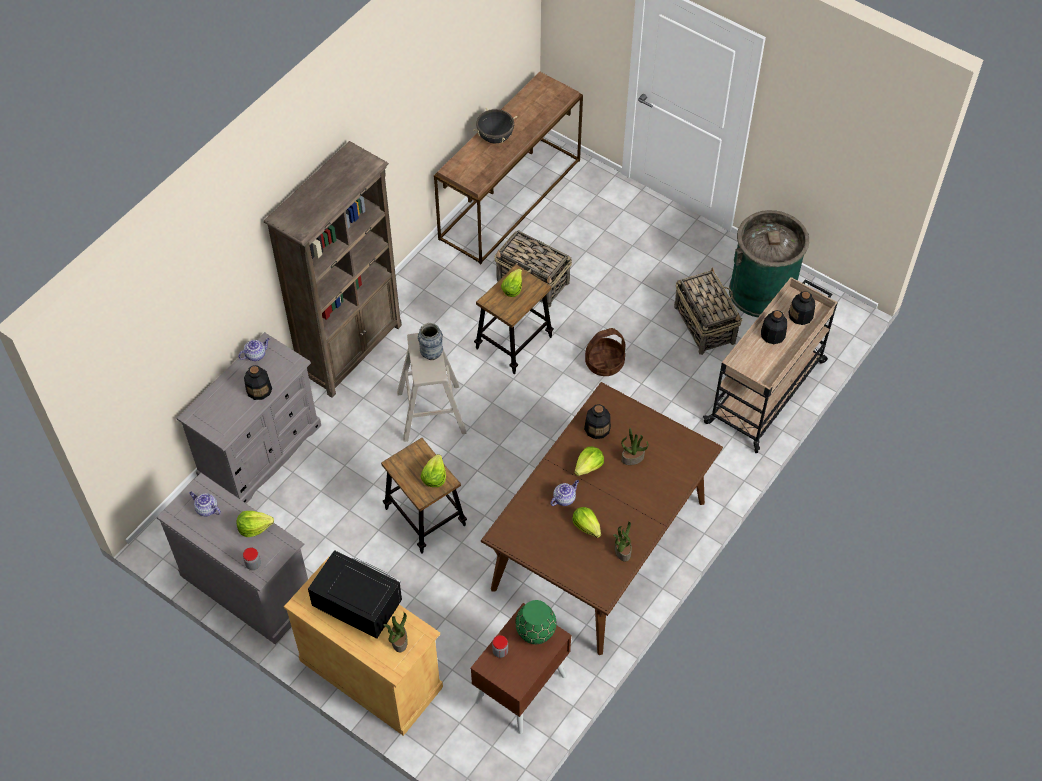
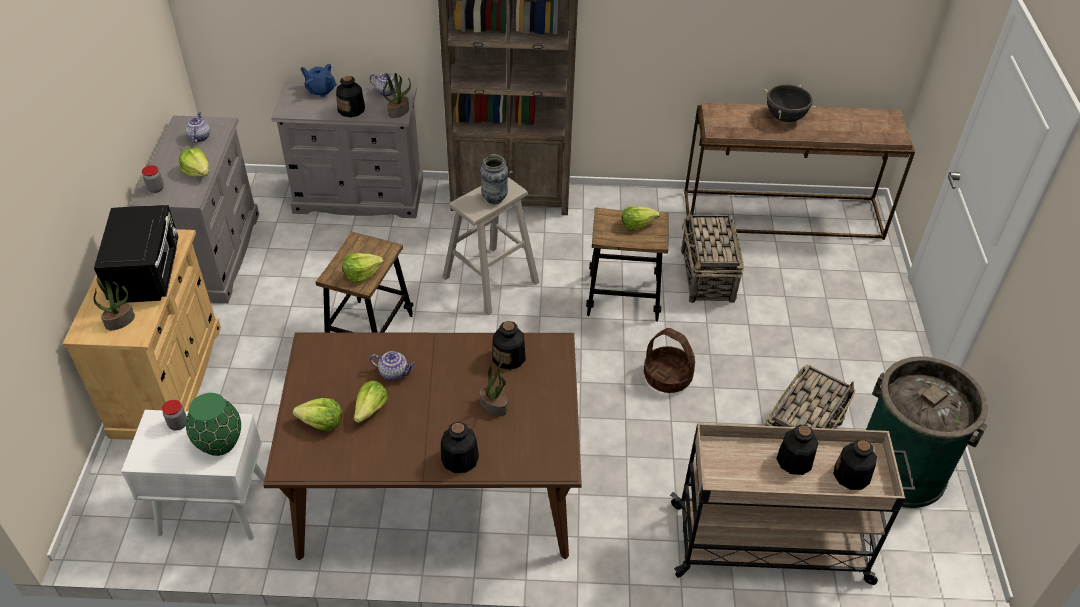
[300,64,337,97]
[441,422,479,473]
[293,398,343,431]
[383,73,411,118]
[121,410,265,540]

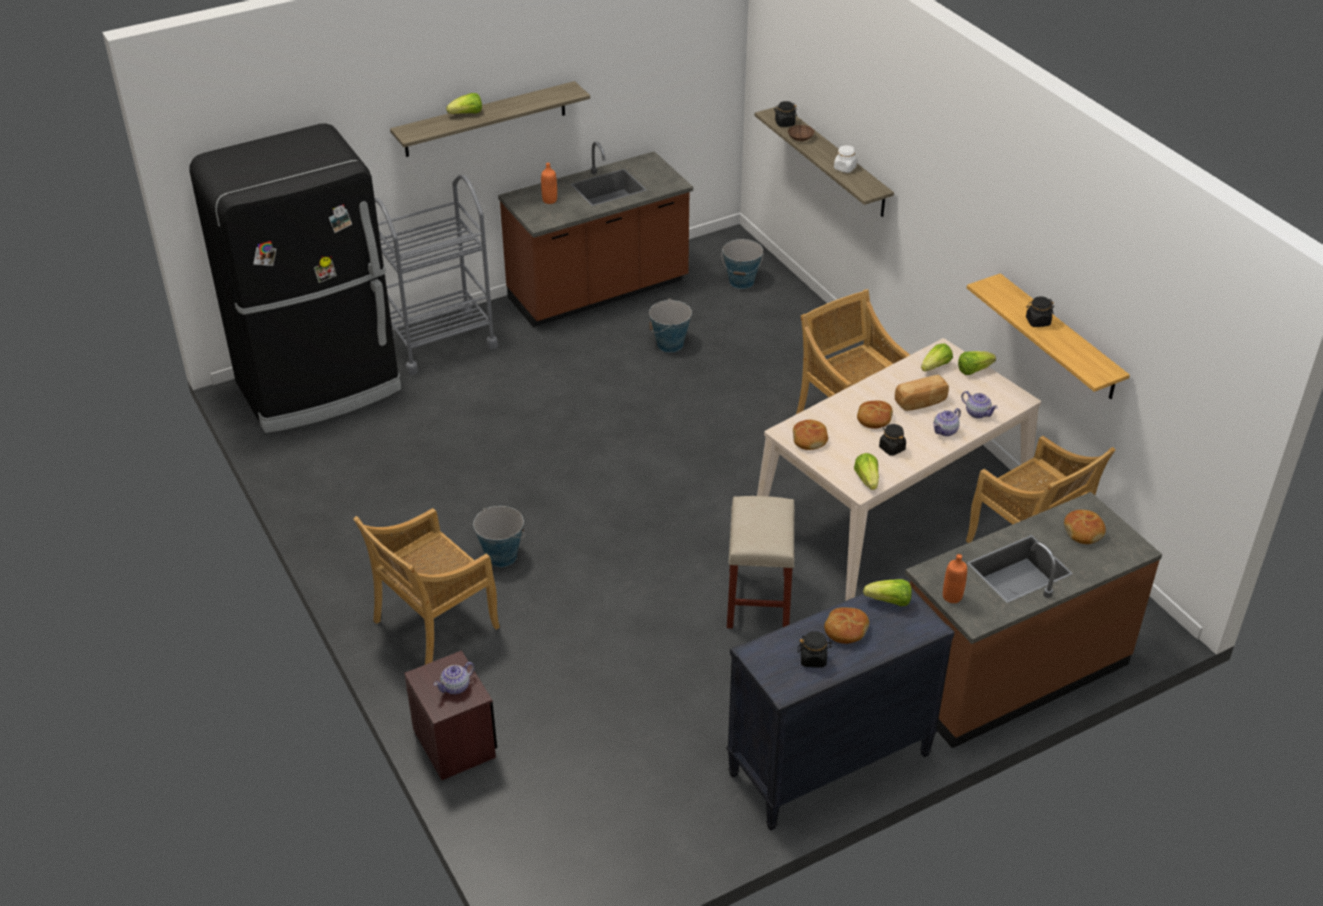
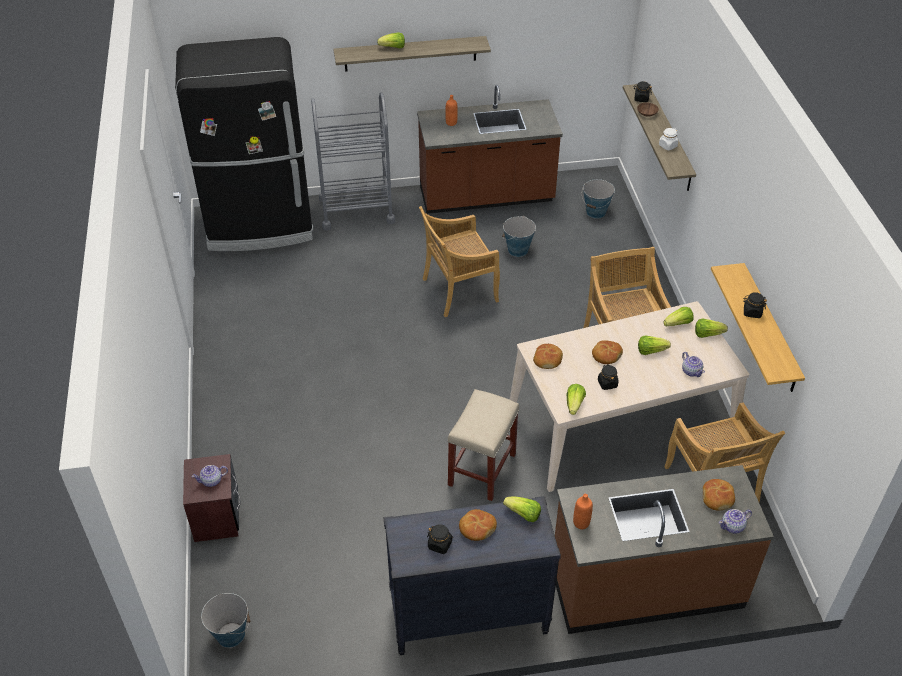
[419,206,500,317]
[201,593,250,648]
[719,509,752,534]
[638,335,671,355]

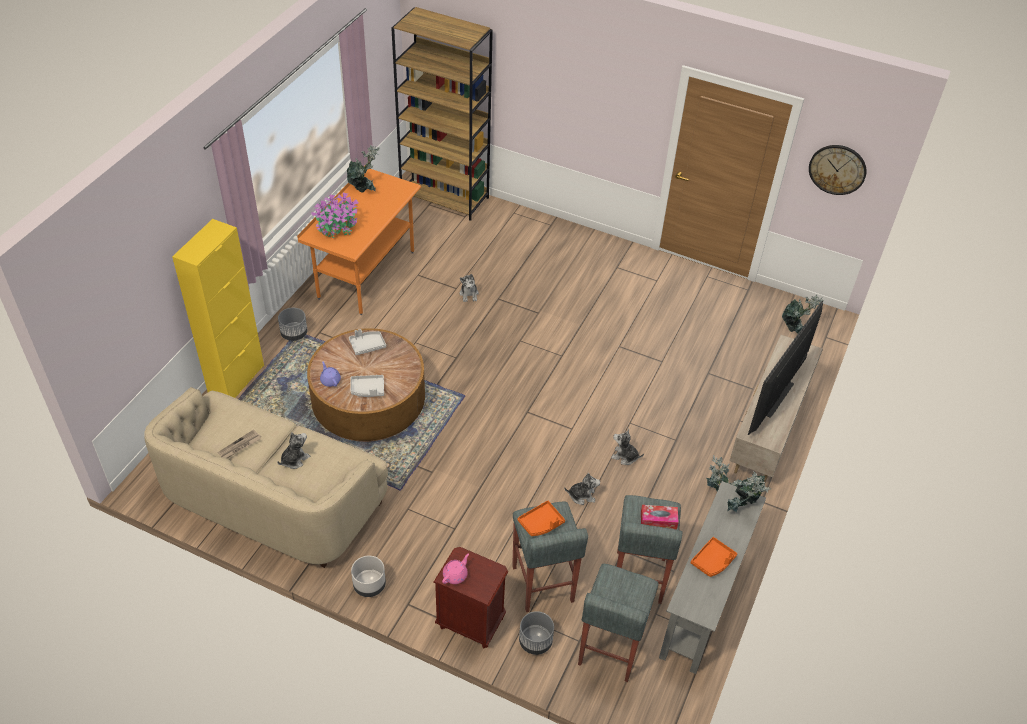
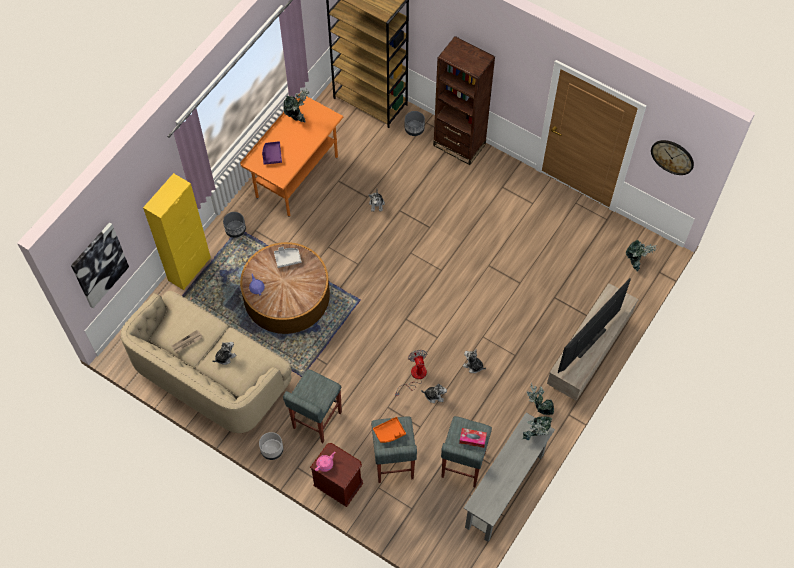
[350,375,384,397] (first image)
[691,537,737,577] (first image)
[71,222,129,308]
[395,350,428,396]
[433,36,495,165]
[405,111,425,136]
[283,369,342,443]
[262,141,282,165]

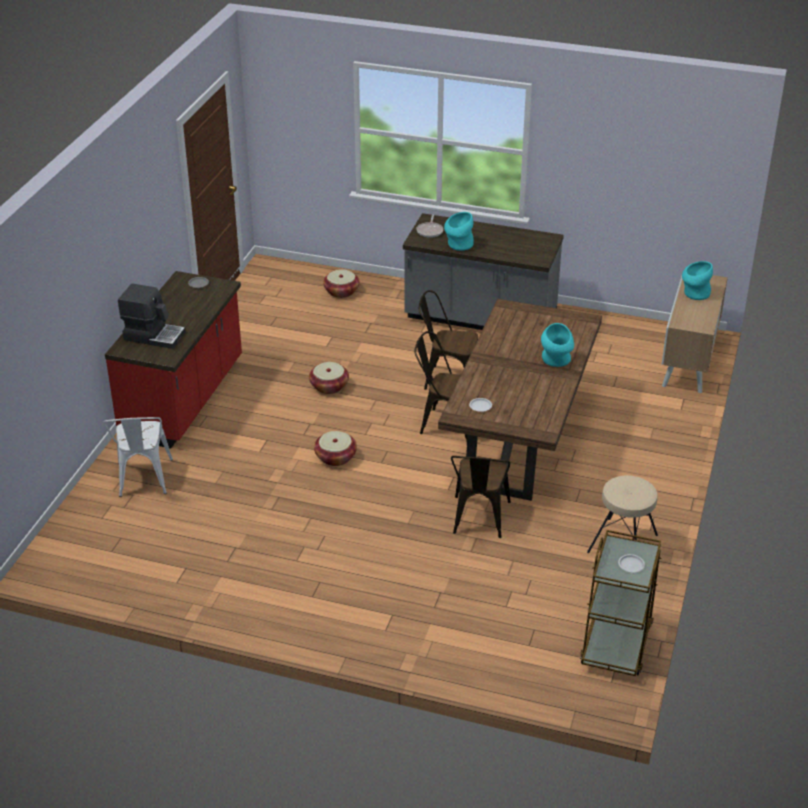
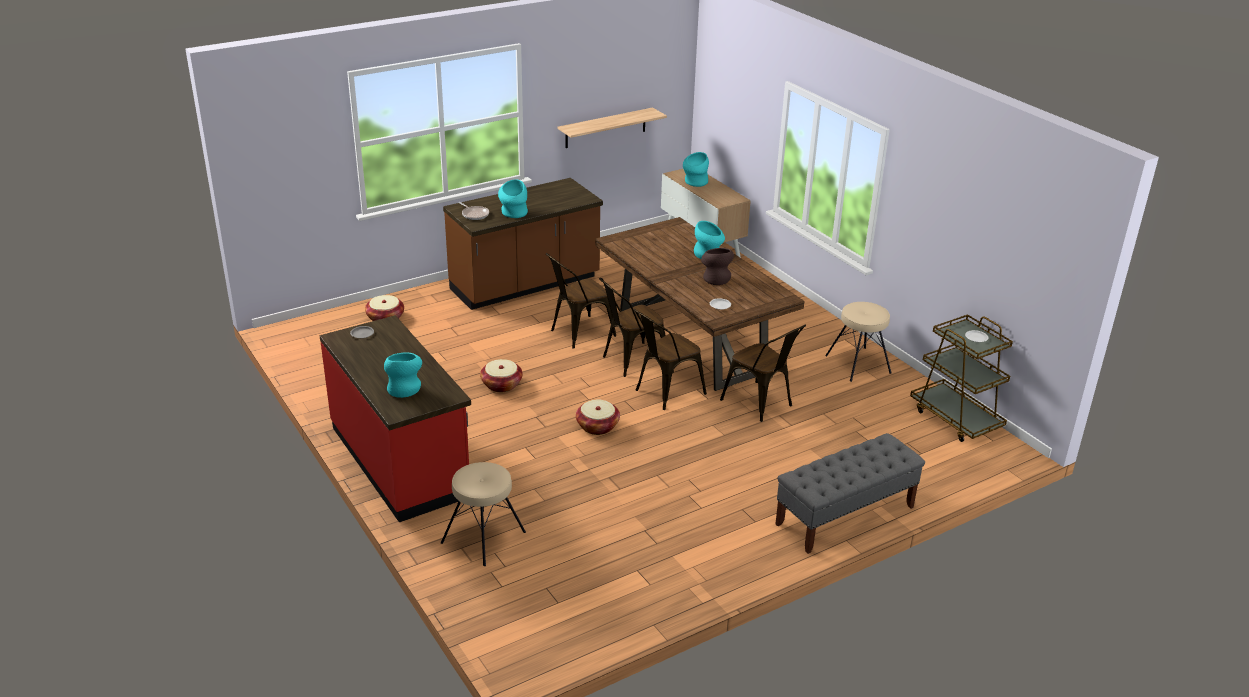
[558,107,667,148]
[634,309,707,410]
[701,248,734,285]
[775,433,925,554]
[441,462,526,566]
[384,353,422,398]
[443,178,603,310]

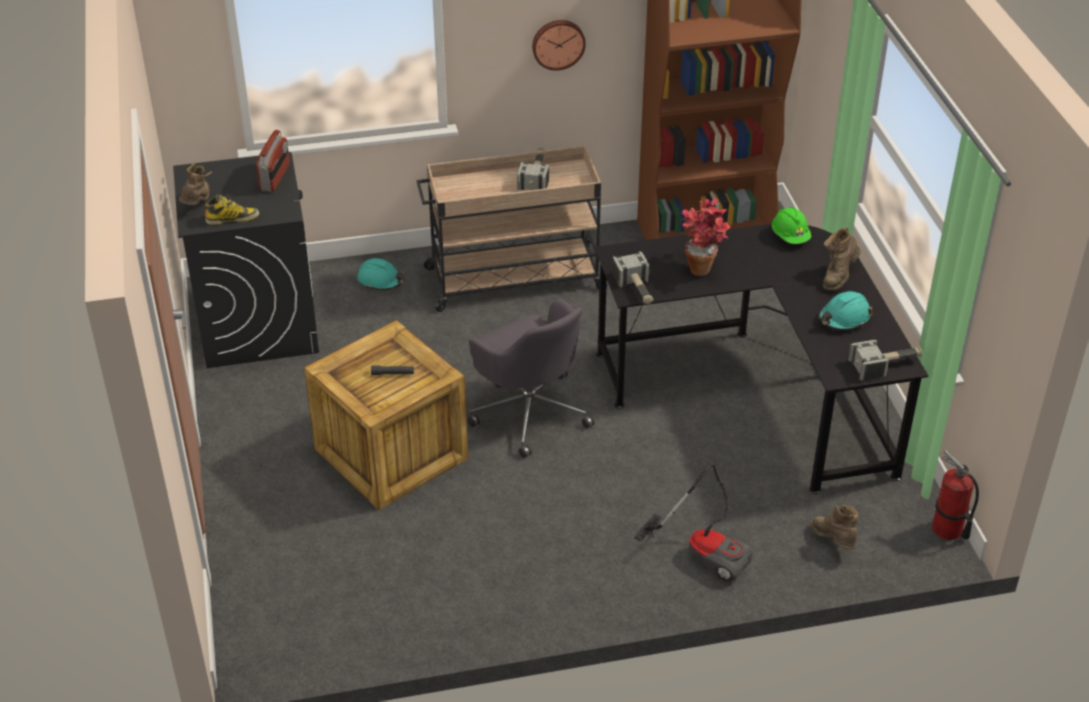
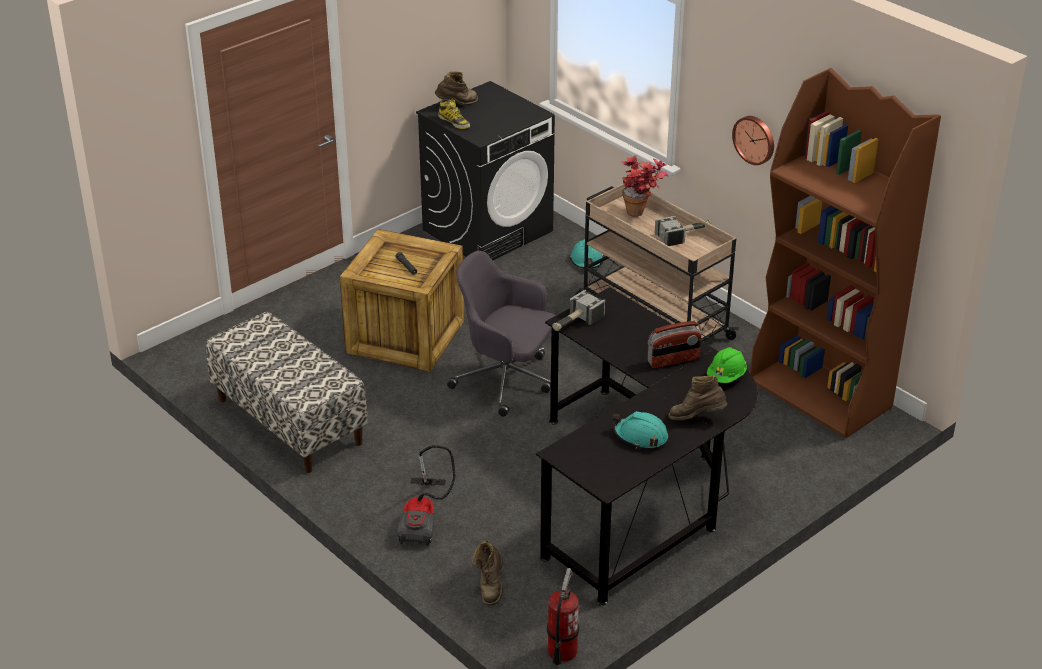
[848,340,923,381] (first image)
[206,312,368,473]
[647,321,702,368]
[621,155,668,217]
[447,251,555,417]
[472,540,503,606]

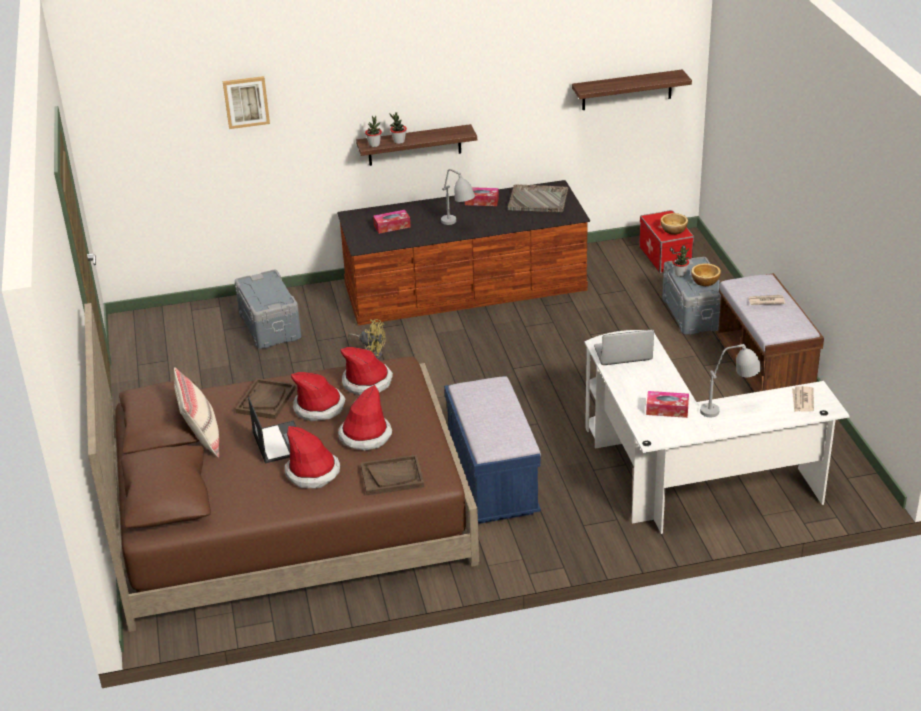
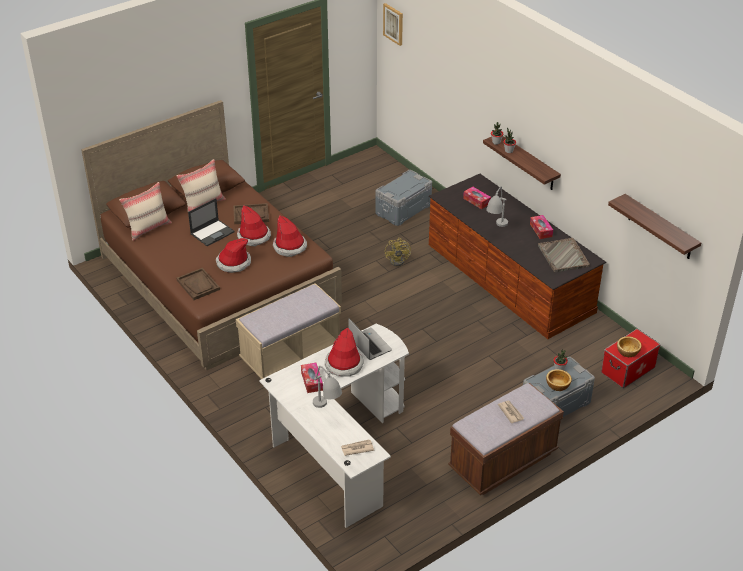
[119,182,172,241]
[383,3,403,46]
[325,327,364,376]
[236,283,341,379]

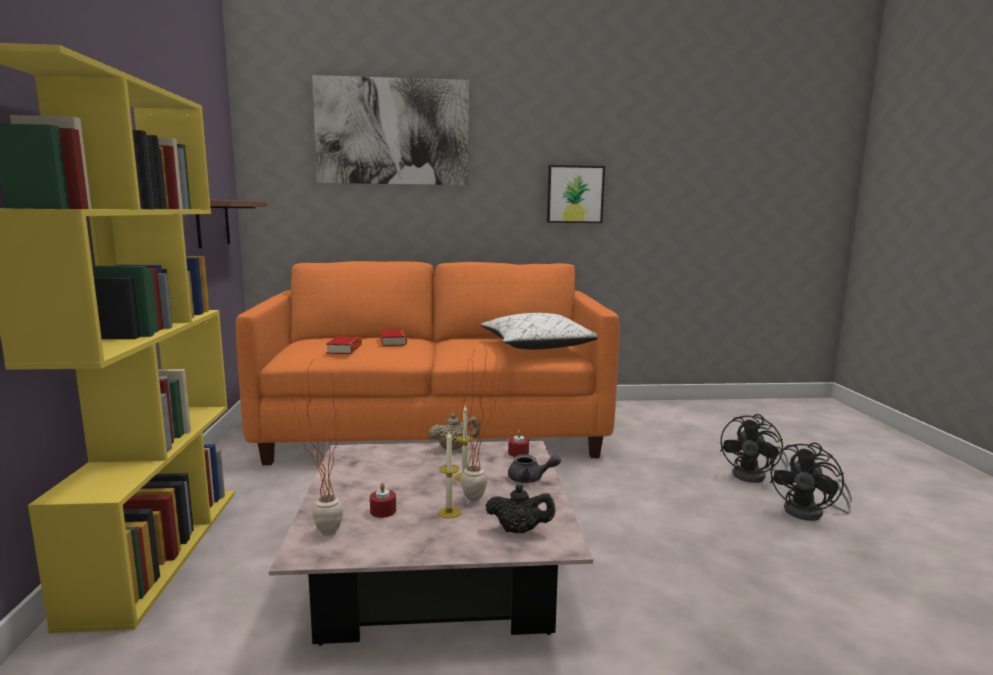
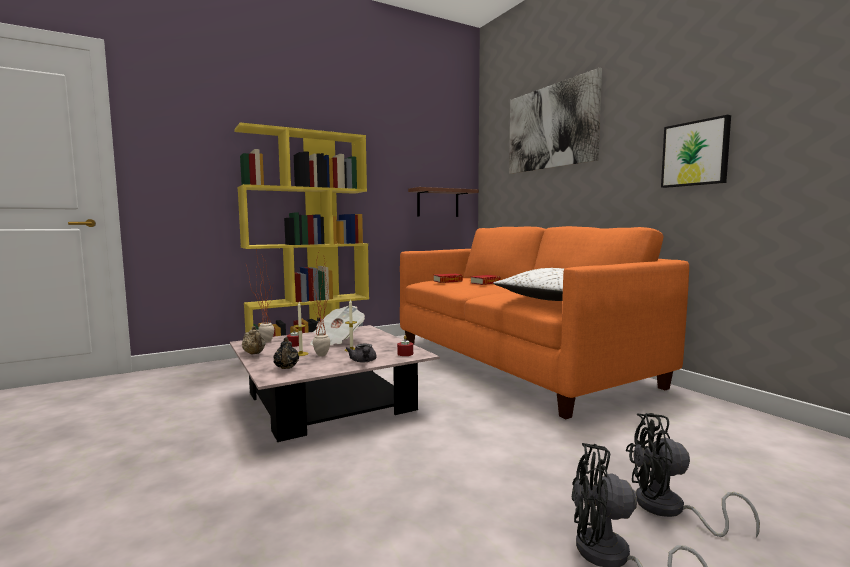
[310,306,365,346]
[242,326,265,354]

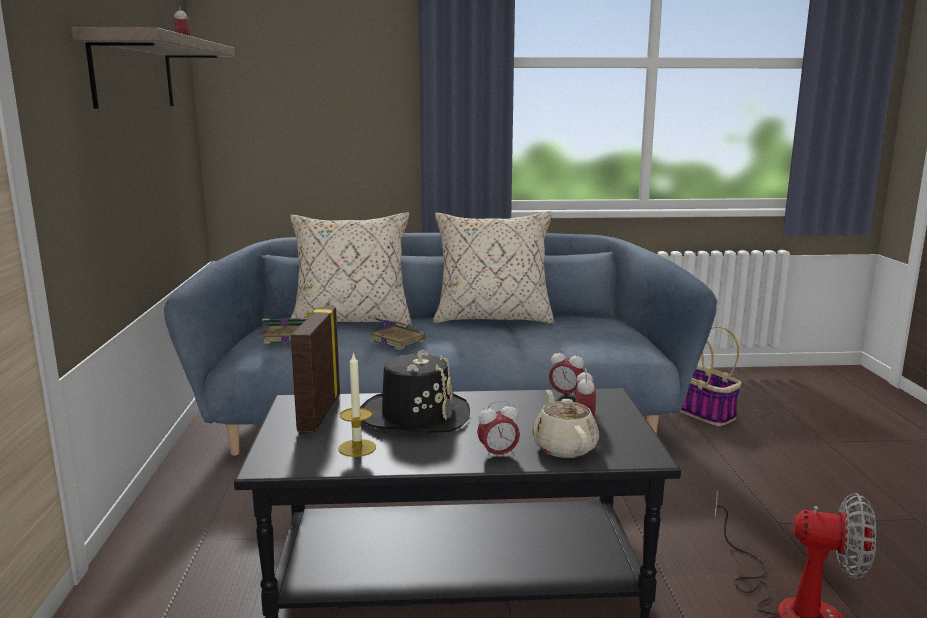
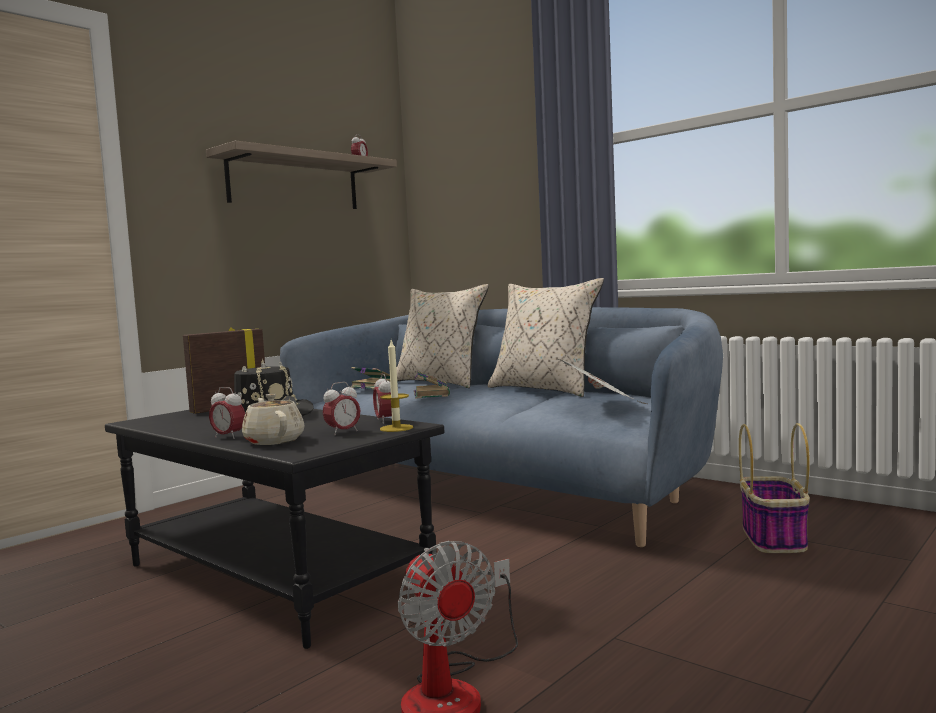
[558,359,647,404]
[380,340,413,432]
[242,394,305,445]

